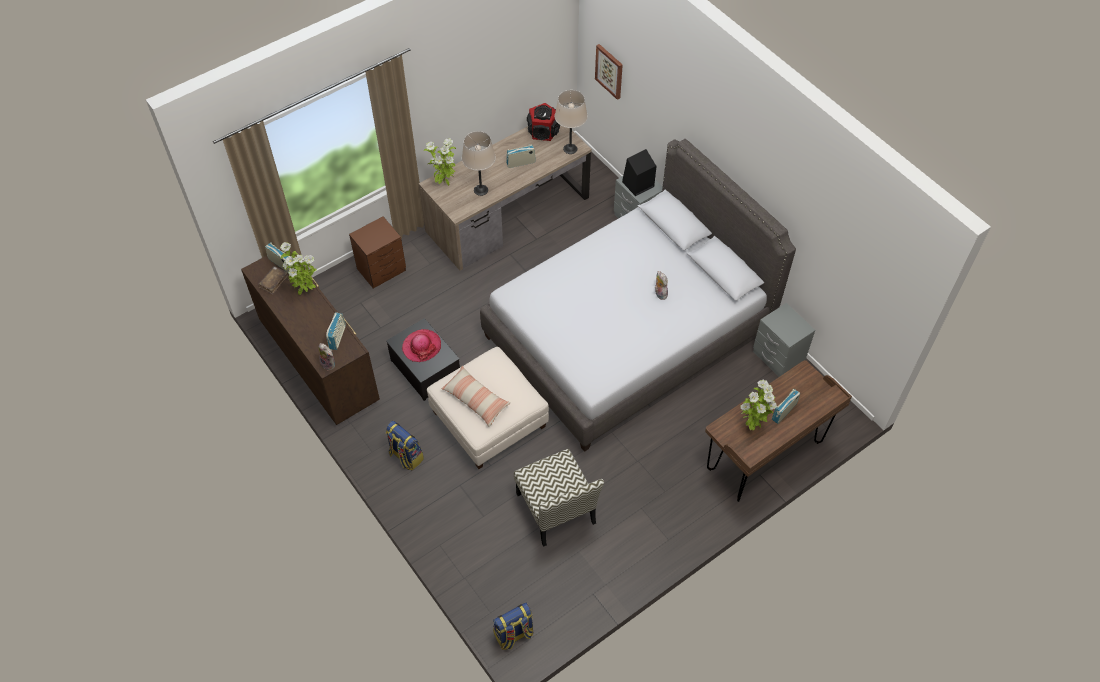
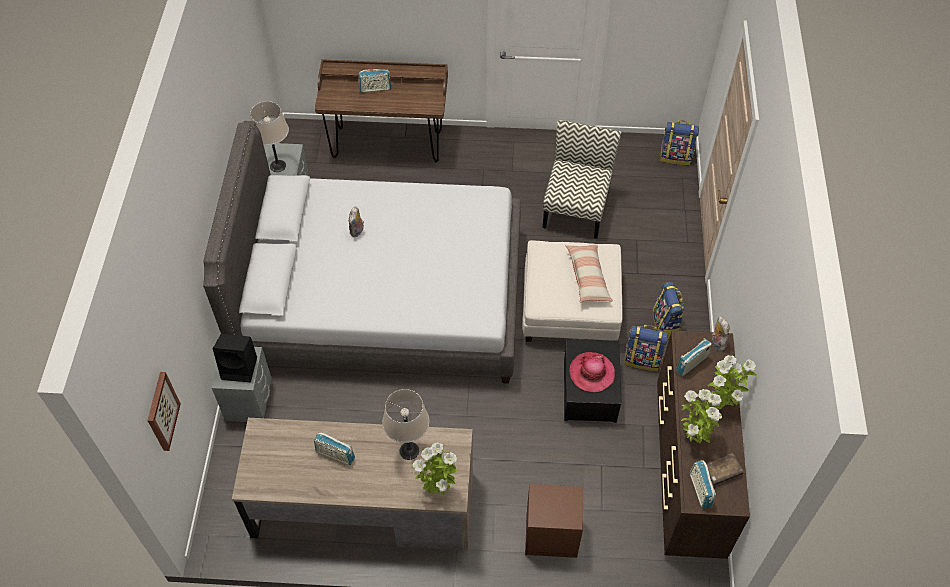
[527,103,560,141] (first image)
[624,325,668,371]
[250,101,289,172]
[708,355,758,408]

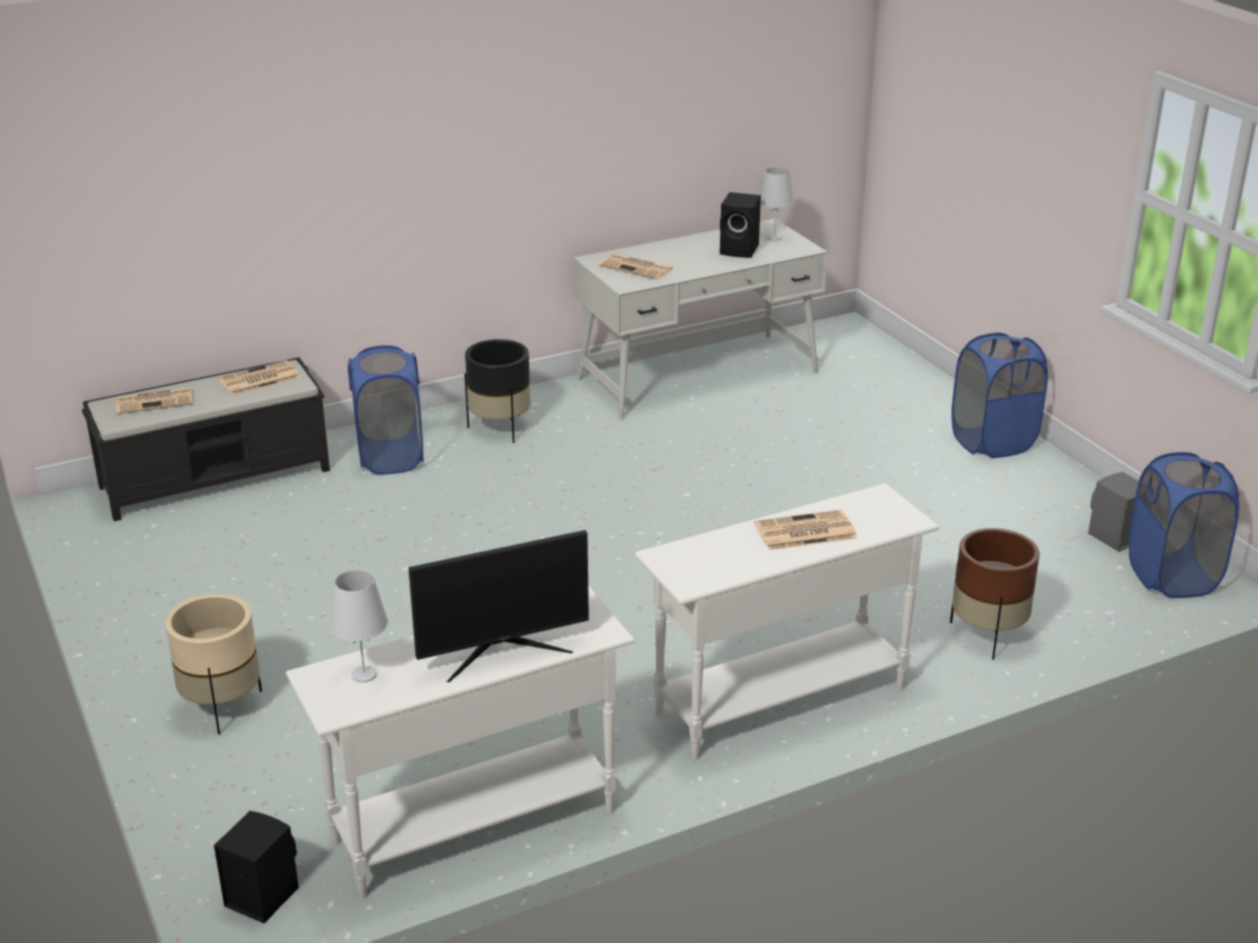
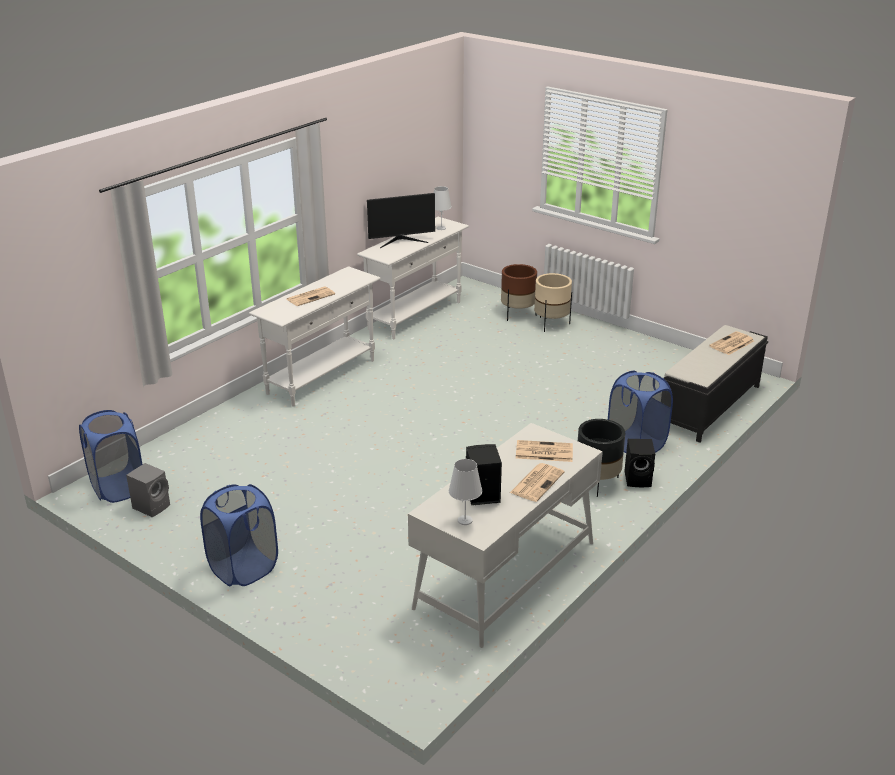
[625,439,655,487]
[510,463,564,502]
[501,264,537,321]
[367,193,435,248]

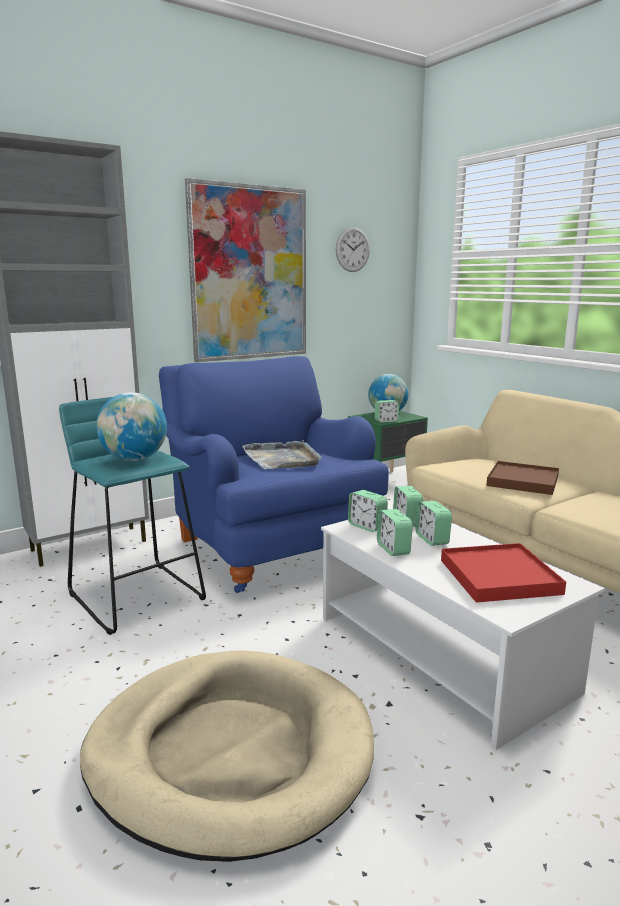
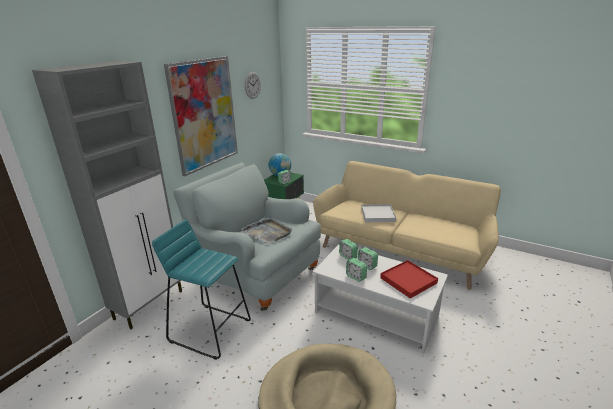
[96,392,167,461] (first image)
[348,490,388,532] (first image)
[174,163,321,311]
[361,204,396,222]

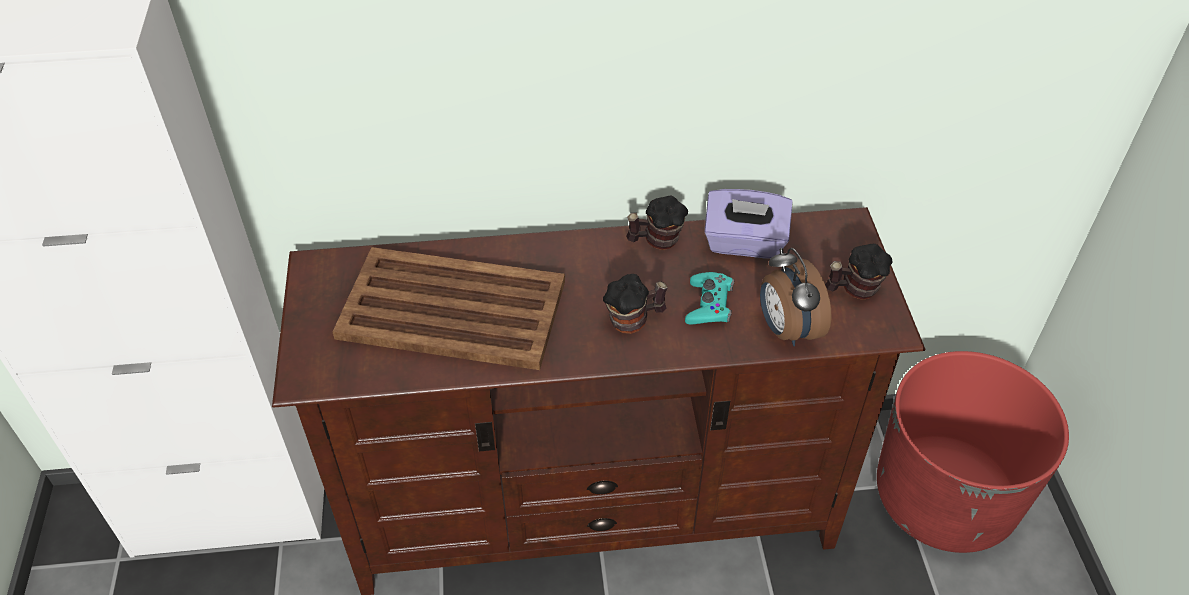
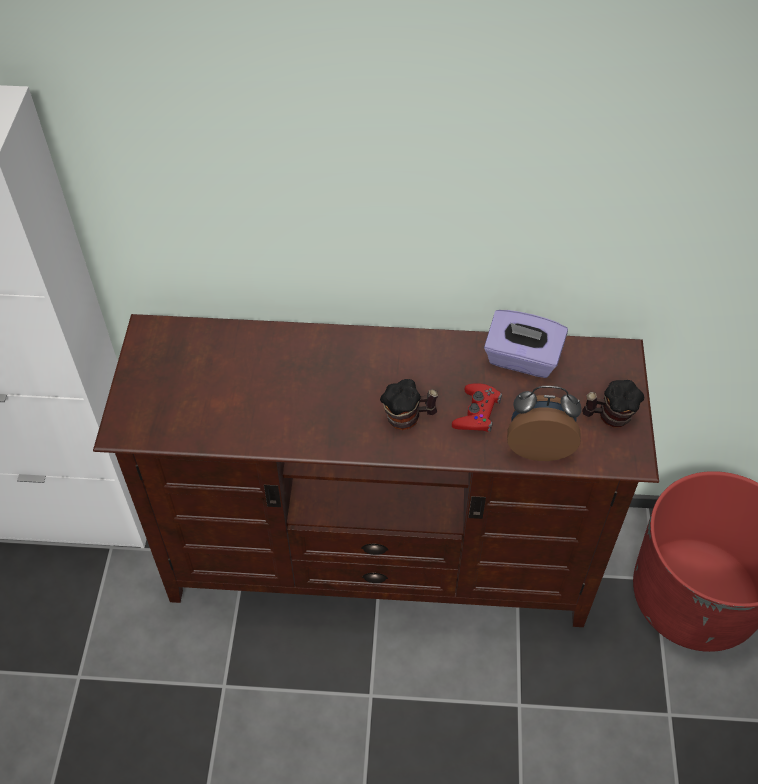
[332,247,565,370] (first image)
[626,196,688,250] (first image)
[452,384,502,432]
[507,386,582,461]

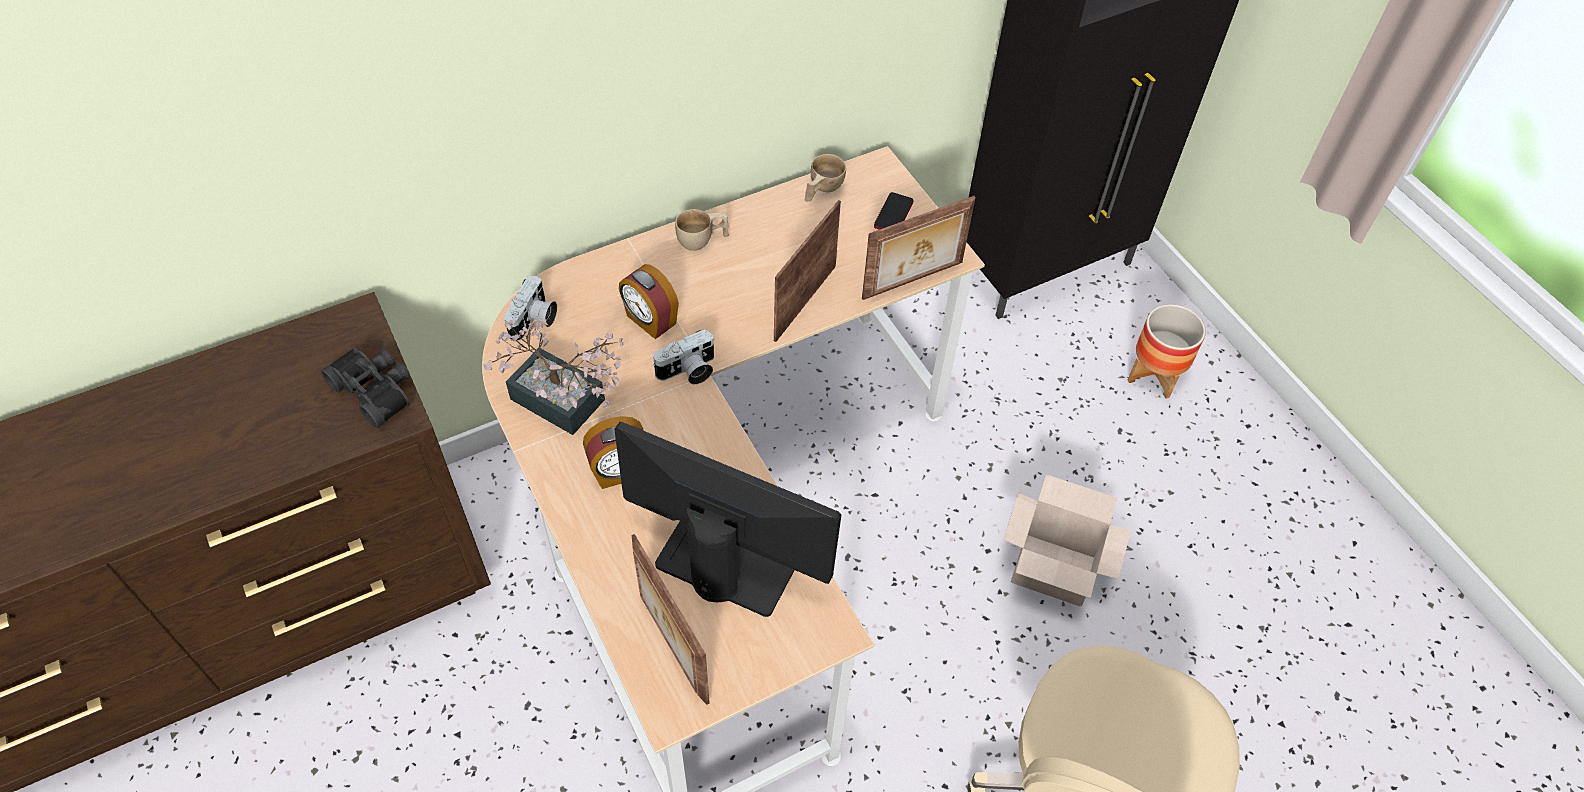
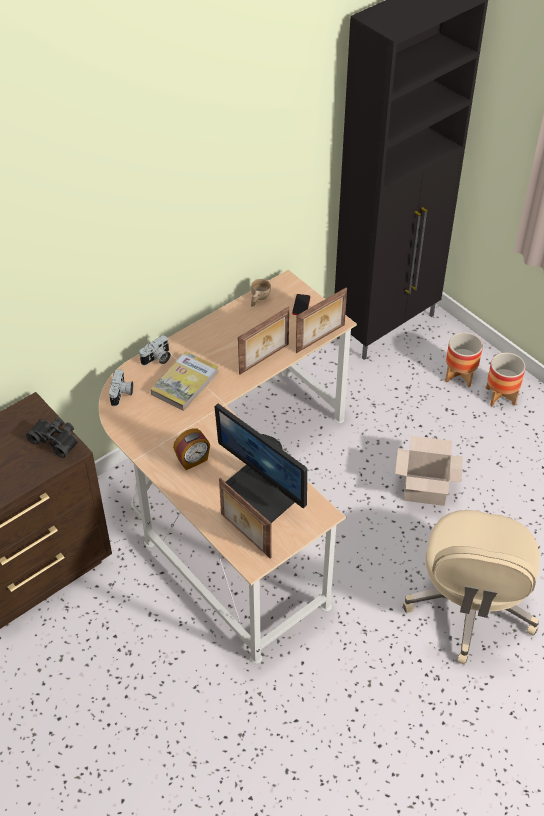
[483,318,624,435] (first image)
[675,209,729,251] (first image)
[486,353,526,406]
[139,335,171,365]
[150,351,219,411]
[214,404,307,523]
[238,307,289,375]

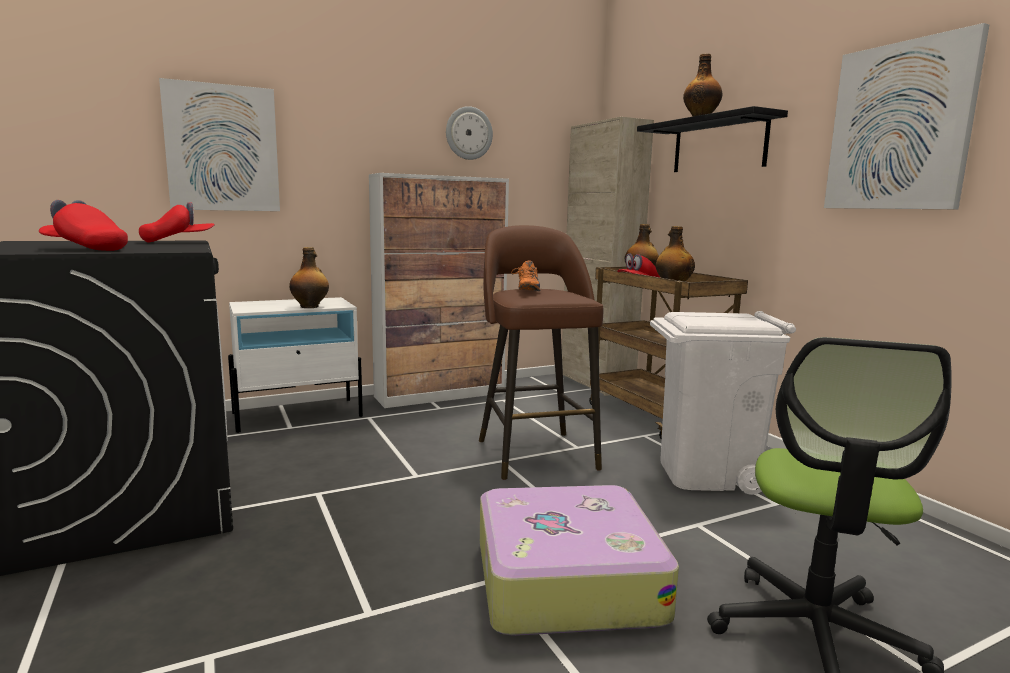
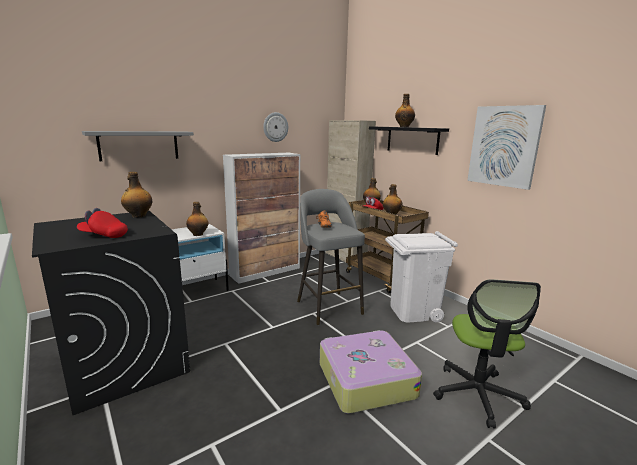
[121,172,152,217]
[82,131,194,161]
[297,189,365,325]

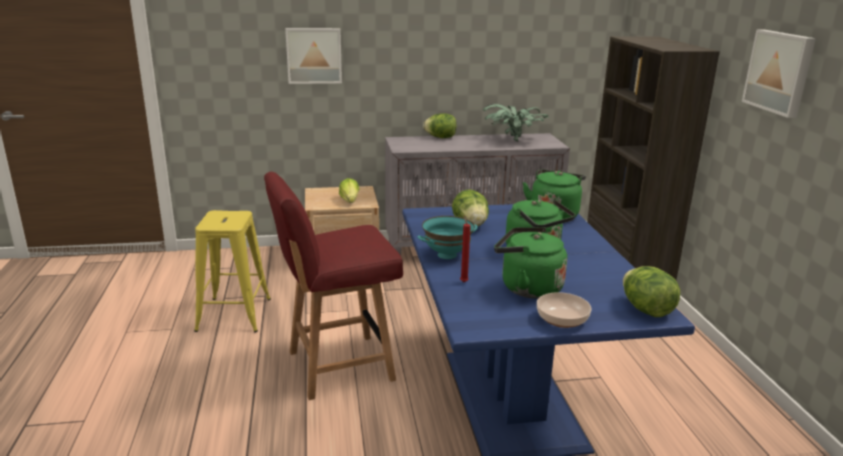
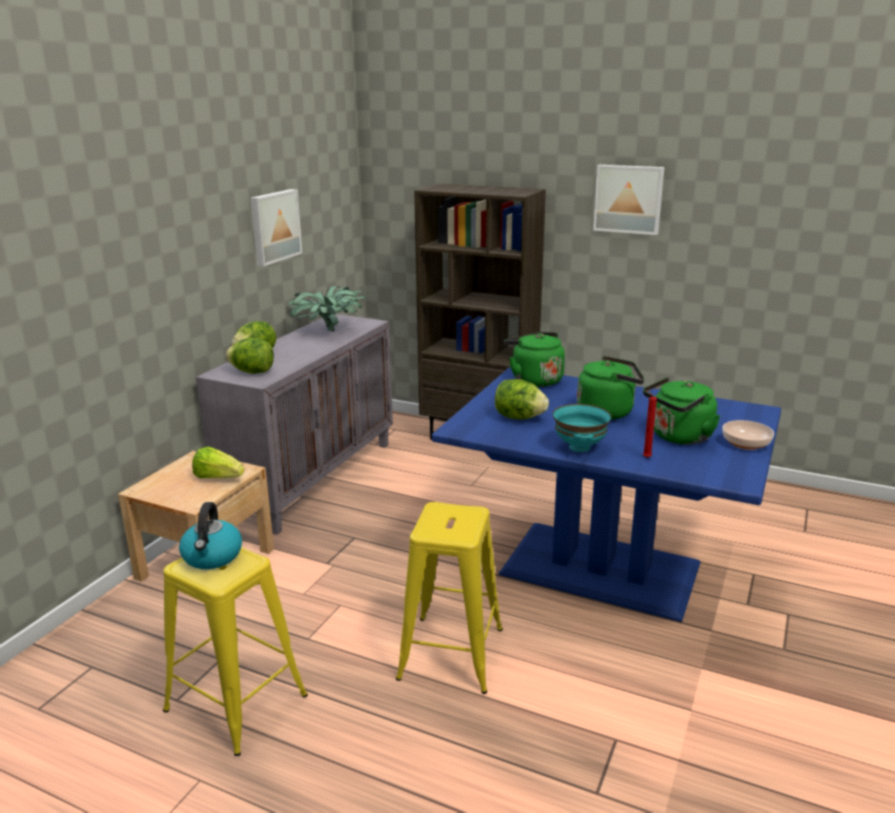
[179,502,242,569]
[250,189,302,266]
[225,338,274,374]
[396,502,503,694]

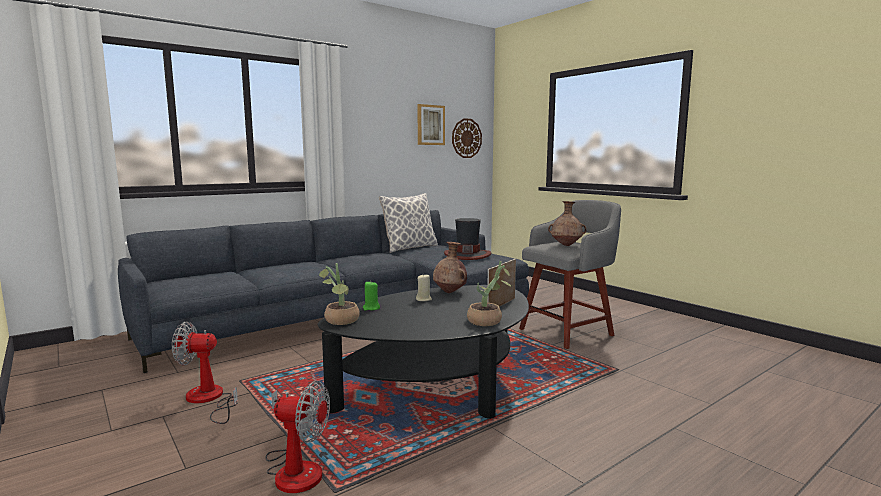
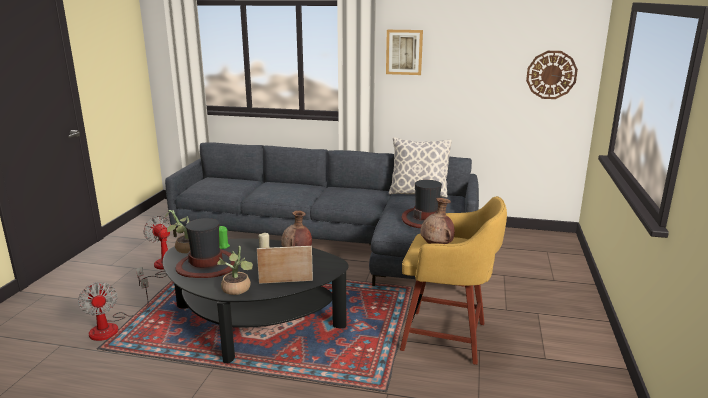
[176,218,235,278]
[386,30,423,75]
[400,196,507,365]

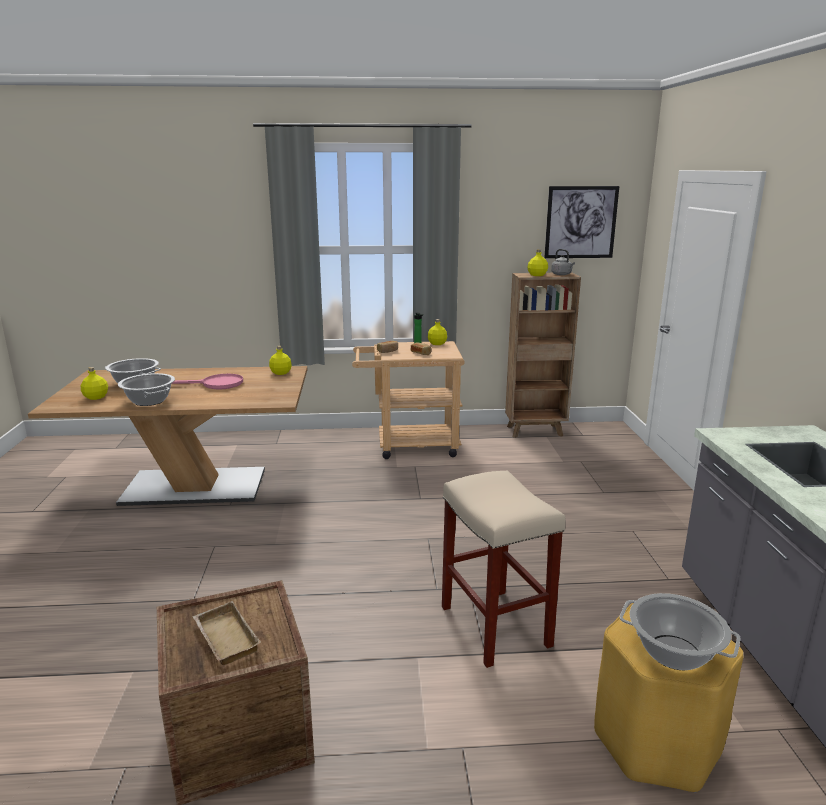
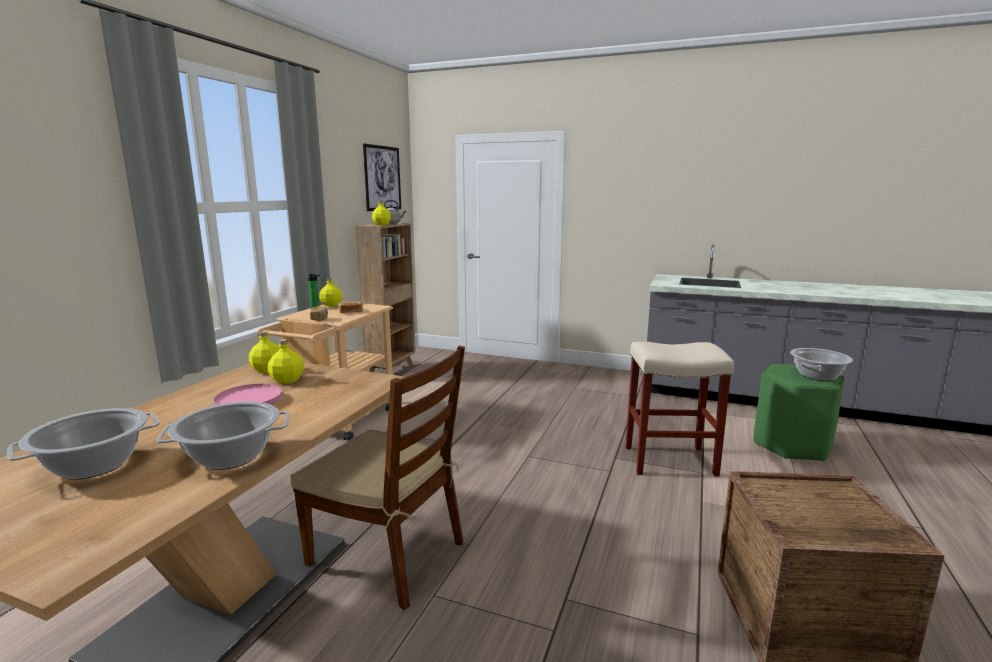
[193,601,261,665] (first image)
[290,346,465,610]
[268,339,304,384]
[754,364,844,461]

